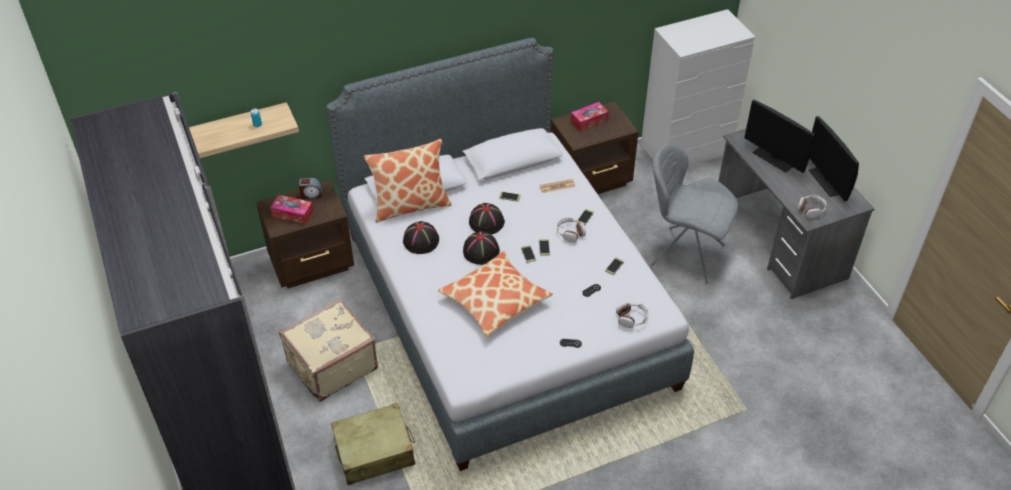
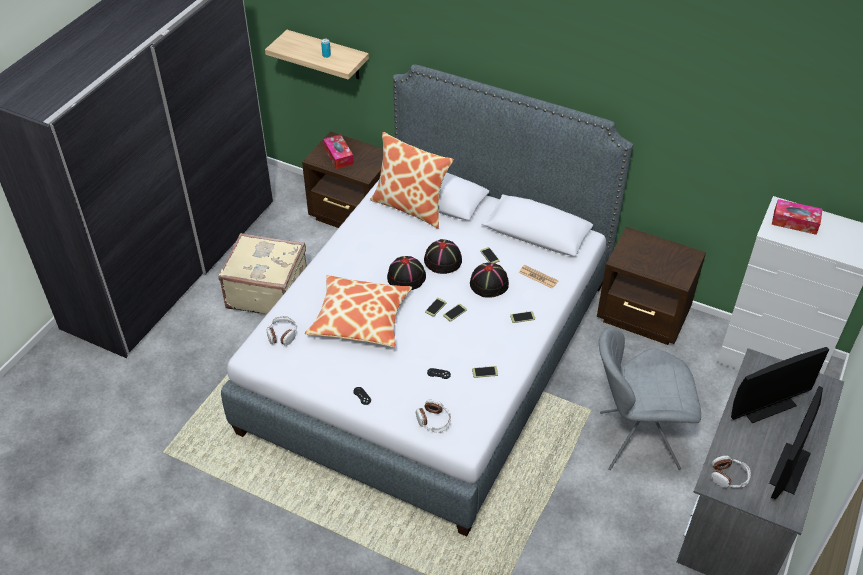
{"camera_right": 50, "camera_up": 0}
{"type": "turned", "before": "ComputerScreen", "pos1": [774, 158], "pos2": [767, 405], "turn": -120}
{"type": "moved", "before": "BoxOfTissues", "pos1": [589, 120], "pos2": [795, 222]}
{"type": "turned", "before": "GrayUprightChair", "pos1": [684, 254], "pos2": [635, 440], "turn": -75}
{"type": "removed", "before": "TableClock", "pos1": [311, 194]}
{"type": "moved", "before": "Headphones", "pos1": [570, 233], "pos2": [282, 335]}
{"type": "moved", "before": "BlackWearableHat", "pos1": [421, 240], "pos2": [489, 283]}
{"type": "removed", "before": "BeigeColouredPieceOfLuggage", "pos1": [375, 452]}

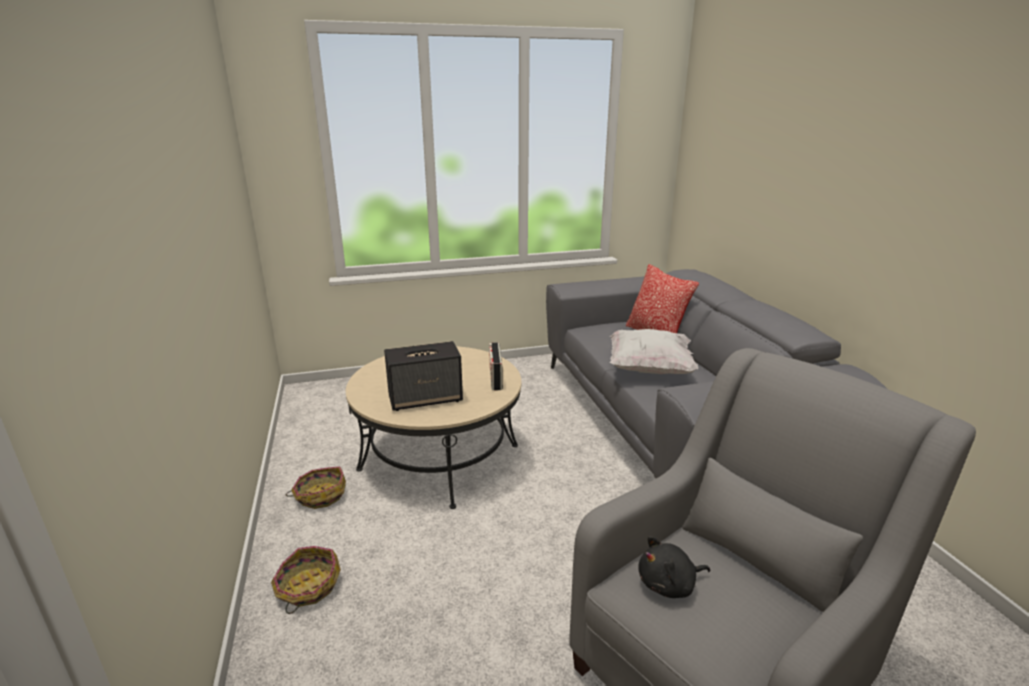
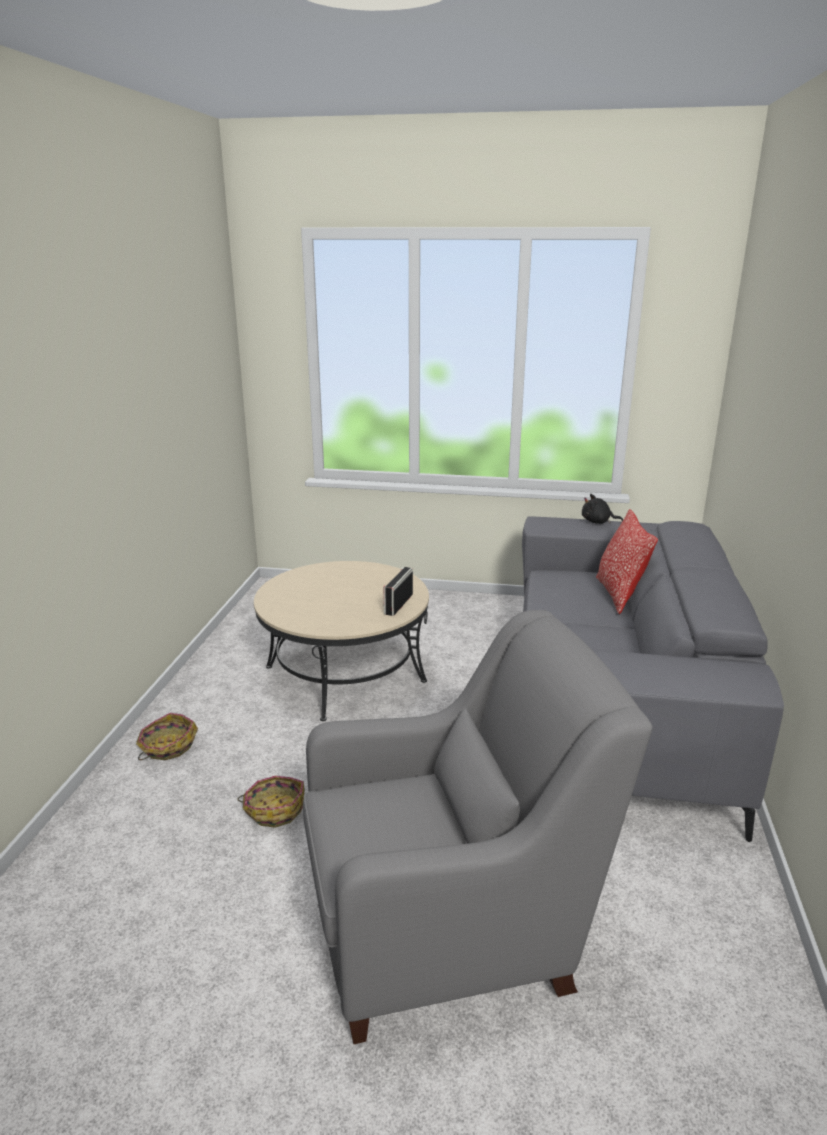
{"camera_right": 25, "camera_up": 0}
{"type": "removed", "before": "WhitishThrowPillow", "pos1": [649, 369]}
{"type": "removed", "before": "Speaker", "pos1": [426, 398]}
{"type": "moved", "before": "HouseholdBasket", "pos1": [320, 495], "pos2": [274, 809]}
{"type": "moved", "before": "BlackPlushToy", "pos1": [669, 585], "pos2": [598, 522]}

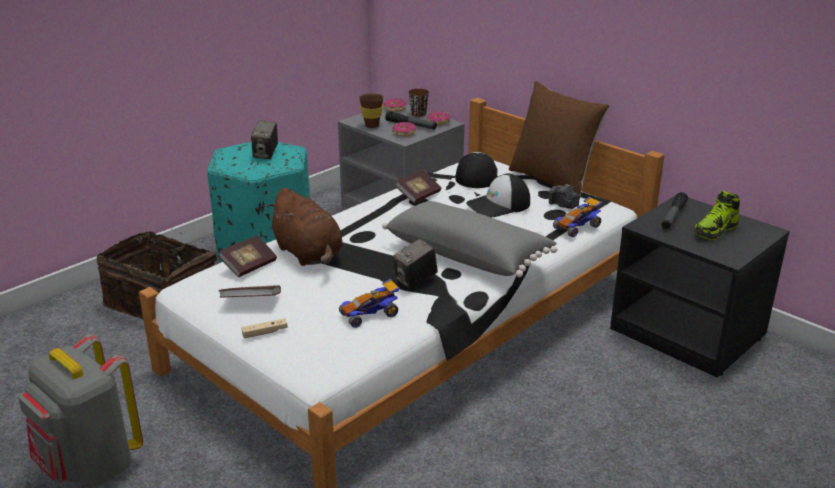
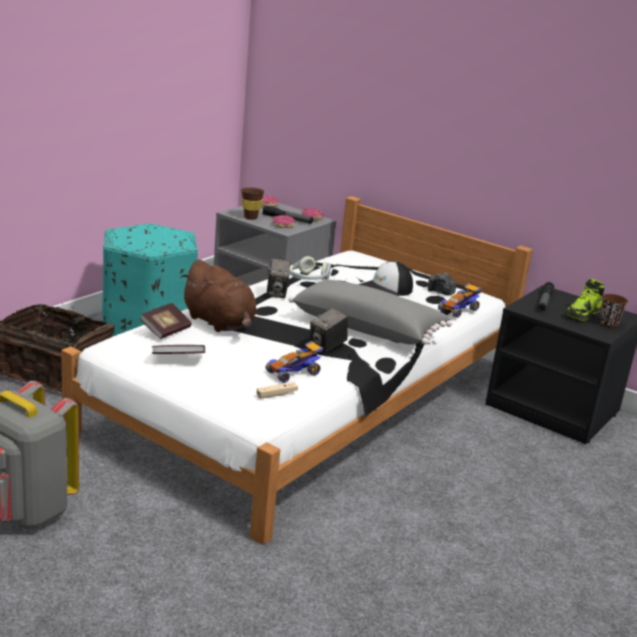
{"camera_right": -10, "camera_up": -5}
{"type": "removed", "before": "BrownColouredThrowPillow", "pos1": [553, 180]}
{"type": "moved", "before": "BrownColouredCup", "pos1": [418, 114], "pos2": [608, 324]}
{"type": "moved", "before": "StillCamera", "pos1": [266, 154], "pos2": [277, 293]}
{"type": "removed", "before": "BaseballCap", "pos1": [476, 175]}
{"type": "replaced", "before": "BoundBook", "after": "Headphones", "pos1": [418, 195], "pos2": [307, 279]}
{"type": "moved", "before": "BeigeColouredGameController", "pos1": [265, 332], "pos2": [276, 394]}

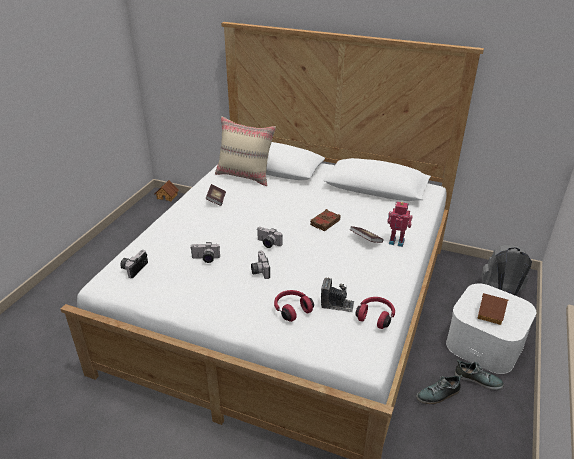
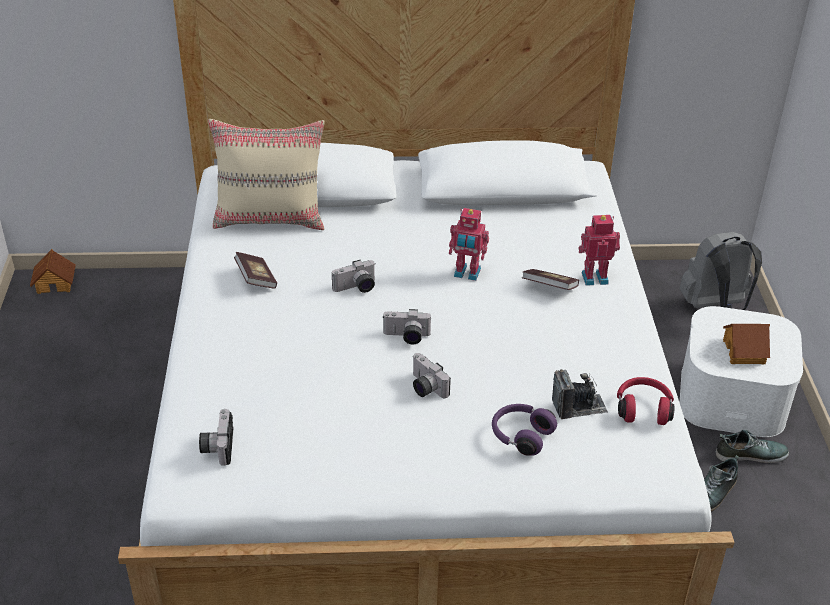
{"camera_right": -25, "camera_up": 5}
{"type": "replaced", "before": "BrownColouredBoundBook", "after": "ModelRobot", "pos1": [324, 222], "pos2": [466, 274]}
{"type": "moved", "before": "StillCamera", "pos1": [205, 259], "pos2": [356, 288]}
{"type": "recoloured", "before": "ReddishHeadphones", "after": "PurpleColouredHeadphones", "pos1": [292, 309], "pos2": [520, 436]}

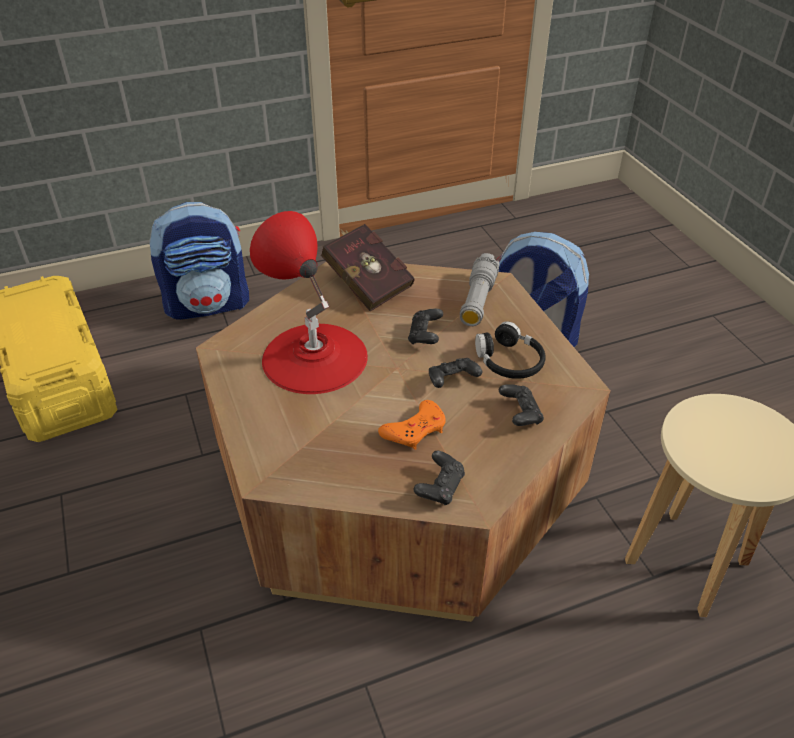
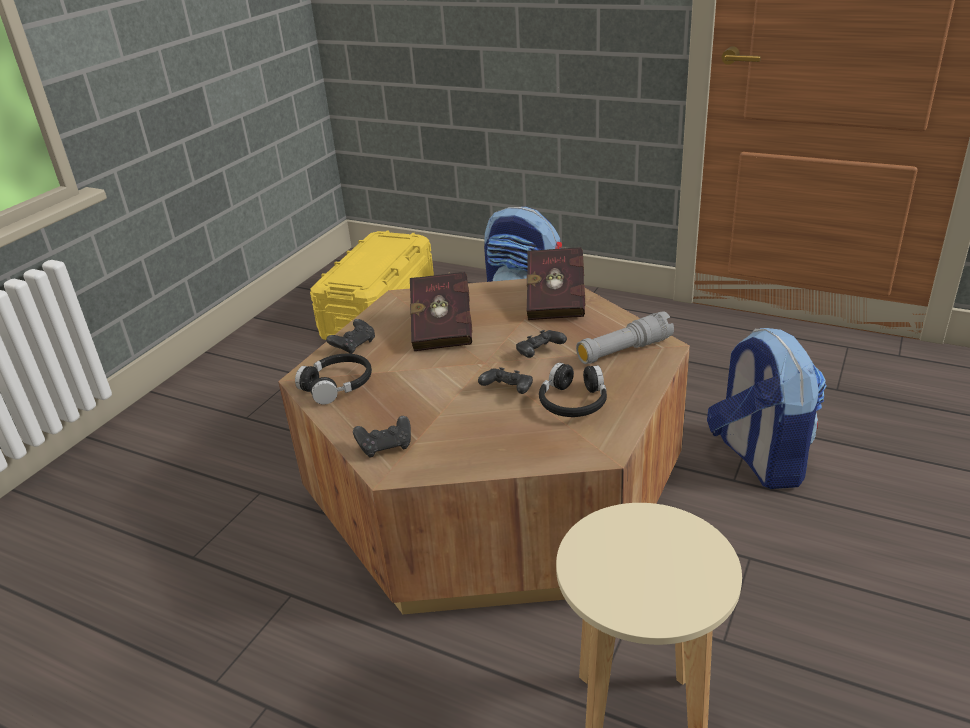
{"camera_right": 50, "camera_up": -10}
{"type": "replaced", "before": "ReddishTabletopLamp", "after": "ReddishBoundBook", "pos1": [314, 357], "pos2": [443, 329]}
{"type": "moved", "before": "BlackGameController", "pos1": [520, 414], "pos2": [354, 346]}
{"type": "removed", "before": "OrangeColouredGameController", "pos1": [415, 430]}
{"type": "added", "after": "BlackHeadphones", "pos2": [337, 385]}

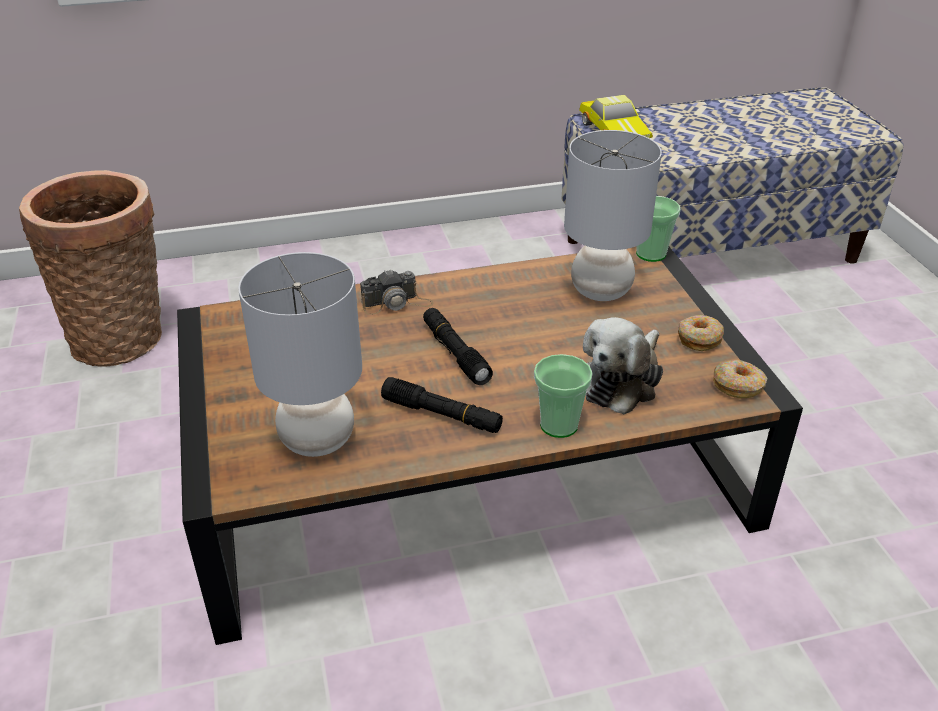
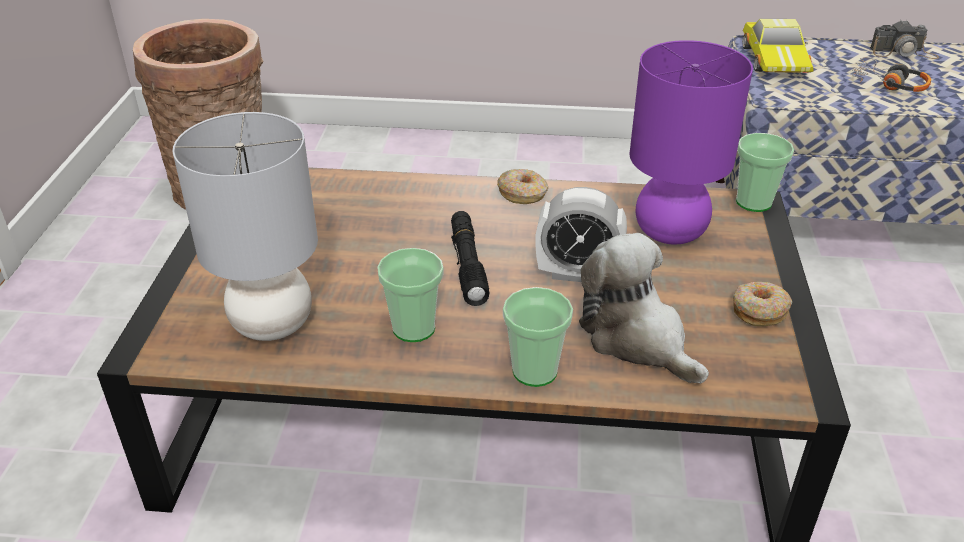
{"camera_right": 20, "camera_up": 0}
{"type": "recoloured", "before": "GrayTabletopLamp", "after": "PurpleColouredTabletopLamp", "pos1": [599, 291], "pos2": [668, 232]}
{"type": "moved", "before": "StillCamera", "pos1": [397, 303], "pos2": [903, 53]}
{"type": "turned", "before": "PlushToy", "pos1": [621, 381], "pos2": [636, 338], "turn": 90}
{"type": "moved", "before": "Donut", "pos1": [738, 385], "pos2": [523, 194]}
{"type": "replaced", "before": "BlackFlashlight", "after": "Cup", "pos1": [442, 415], "pos2": [414, 328]}
{"type": "added", "after": "Headphones", "pos2": [888, 84]}
{"type": "added", "after": "TableClock", "pos2": [578, 273]}

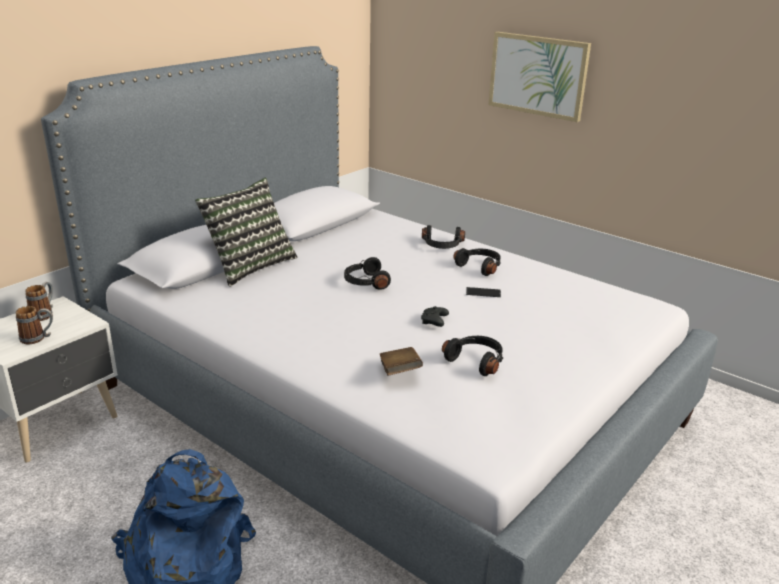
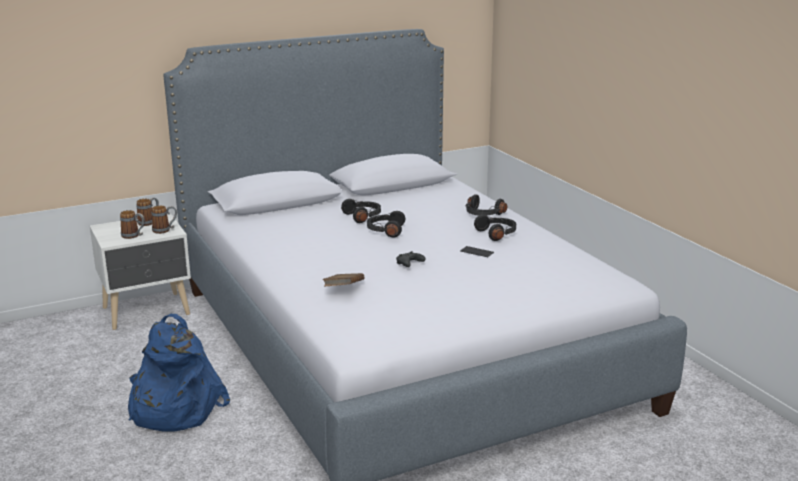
{"camera_right": 25, "camera_up": -5}
{"type": "removed", "before": "WallPicture", "pos1": [538, 75]}
{"type": "removed", "before": "ThrowPillow", "pos1": [249, 266]}
{"type": "moved", "before": "BlackHeadphones", "pos1": [476, 361], "pos2": [363, 216]}
{"type": "added", "after": "TeaMug", "pos2": [165, 230]}

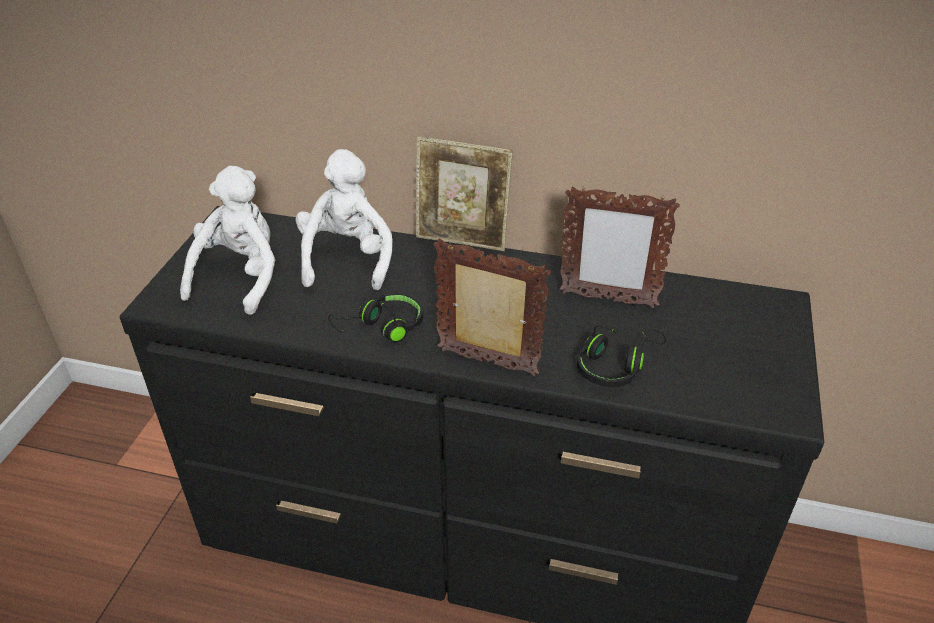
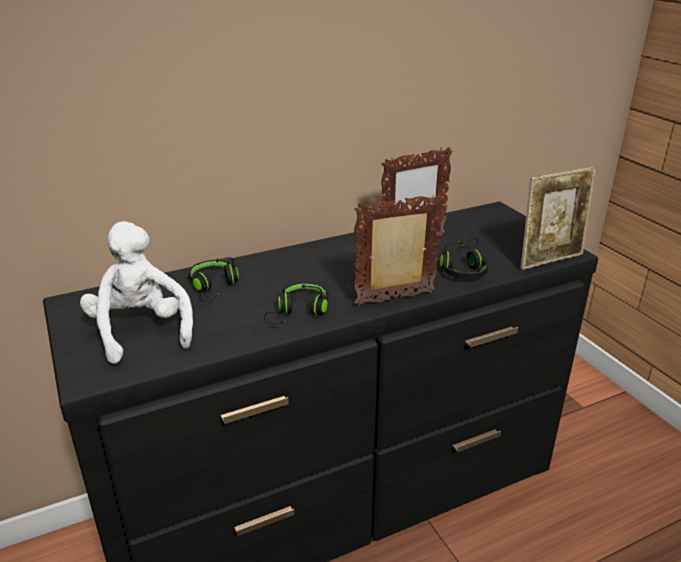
{"camera_right": -40, "camera_up": -10}
{"type": "moved", "before": "StandingFrame", "pos1": [462, 241], "pos2": [550, 260]}
{"type": "replaced", "before": "WhitishPlushToy", "after": "BlackHeadphones", "pos1": [347, 259], "pos2": [213, 287]}

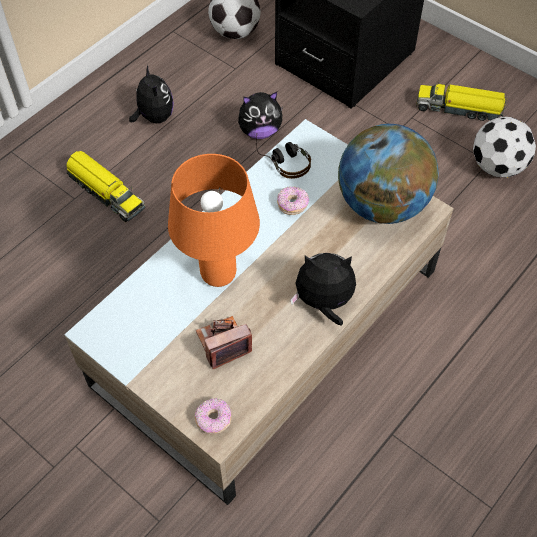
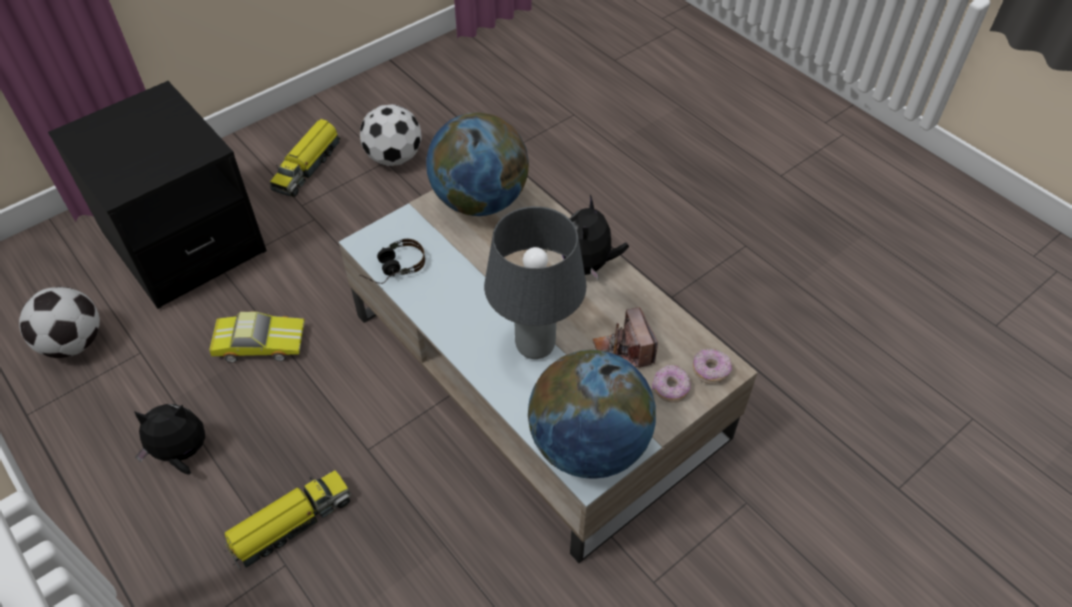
{"camera_right": -80, "camera_up": -5}
{"type": "replaced", "before": "PlushToy", "after": "ToyCar", "pos1": [260, 131], "pos2": [260, 342]}
{"type": "recoloured", "before": "OrangeColouredTabletopLamp", "after": "GrayTabletopLamp", "pos1": [218, 275], "pos2": [536, 346]}
{"type": "moved", "before": "Donut", "pos1": [292, 205], "pos2": [670, 389]}
{"type": "added", "after": "Globe", "pos2": [588, 446]}

